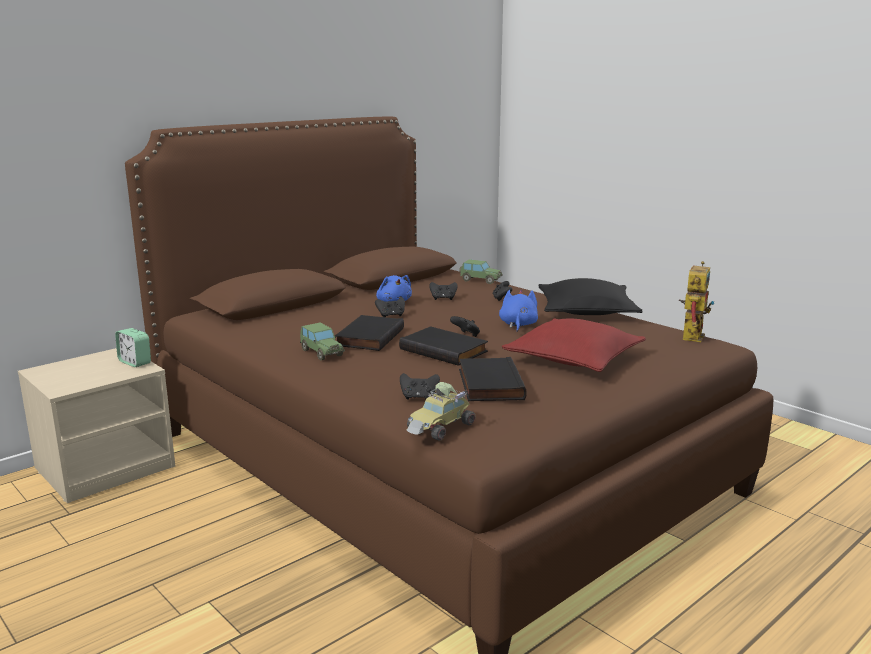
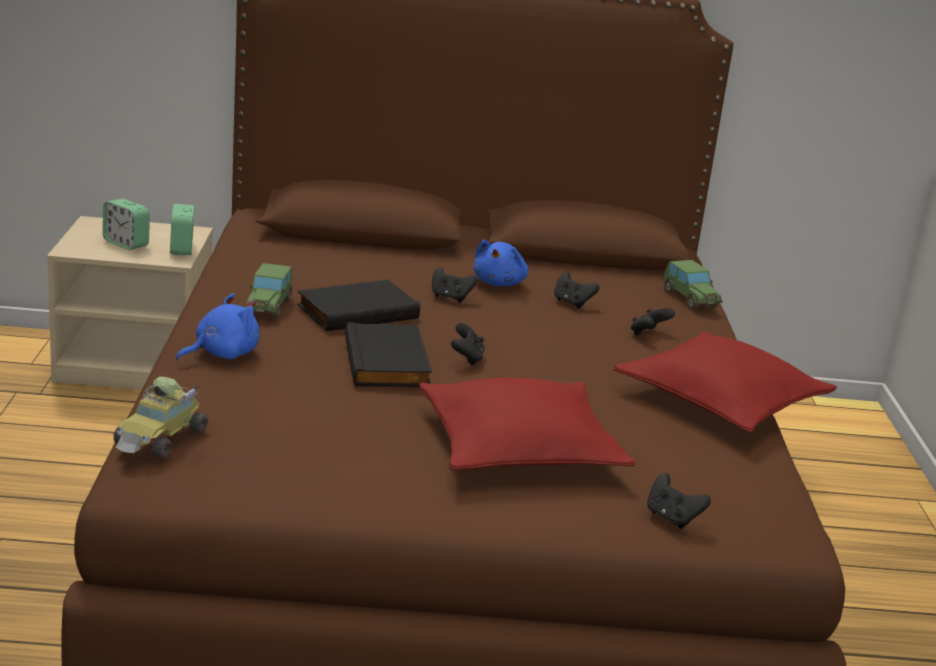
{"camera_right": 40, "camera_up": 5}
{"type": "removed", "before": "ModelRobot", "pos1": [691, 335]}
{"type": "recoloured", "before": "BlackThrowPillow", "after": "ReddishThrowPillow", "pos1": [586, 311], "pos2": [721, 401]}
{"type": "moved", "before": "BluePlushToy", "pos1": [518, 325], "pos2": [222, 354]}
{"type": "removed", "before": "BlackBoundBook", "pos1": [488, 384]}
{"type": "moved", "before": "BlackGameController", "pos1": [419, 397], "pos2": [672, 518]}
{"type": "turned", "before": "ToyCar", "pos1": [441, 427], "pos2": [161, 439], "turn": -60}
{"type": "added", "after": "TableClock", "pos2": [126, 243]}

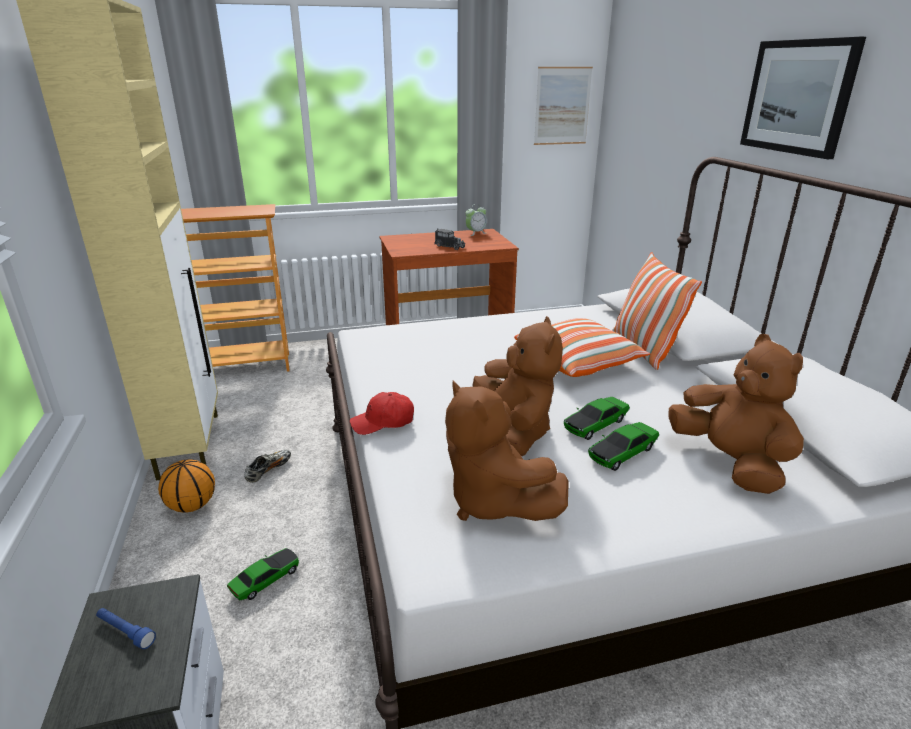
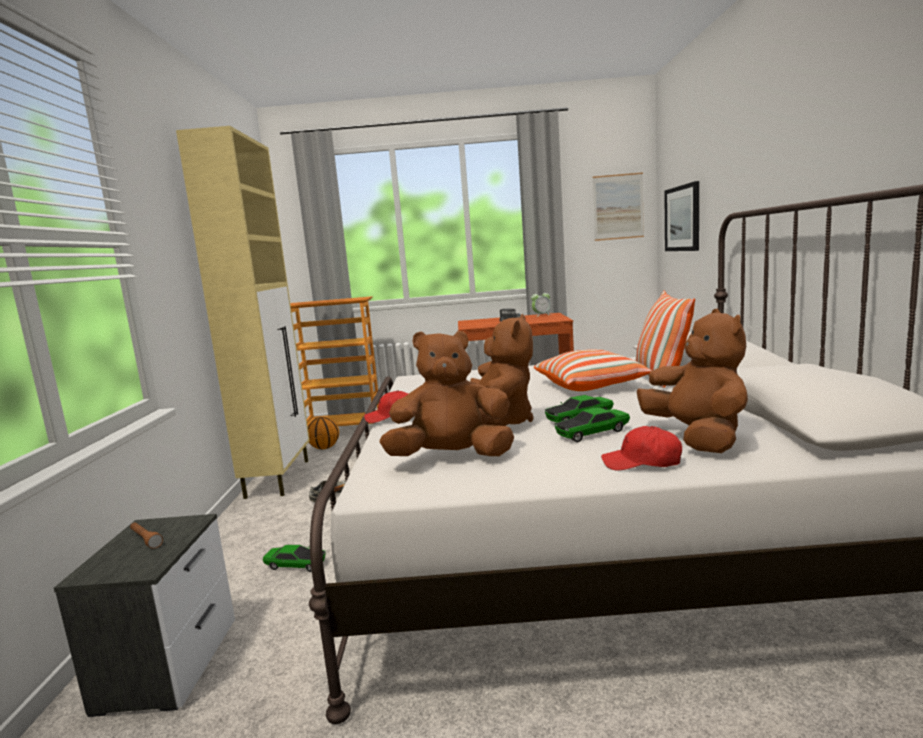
{"camera_right": 15, "camera_up": -15}
{"type": "moved", "before": "WallPicture", "pos1": [798, 97], "pos2": [682, 218]}
{"type": "turned", "before": "BrownColouredPlushToy", "pos1": [493, 502], "pos2": [451, 457], "turn": 105}
{"type": "moved", "before": "BasketballBall", "pos1": [192, 505], "pos2": [324, 448]}
{"type": "turned", "before": "ToyCar", "pos1": [265, 580], "pos2": [296, 565], "turn": 45}
{"type": "recoloured", "before": "BlueFlashlight", "after": "BrownColouredFlashlight", "pos1": [125, 632], "pos2": [145, 540]}
{"type": "added", "after": "ReddishBaseballCap", "pos2": [642, 462]}

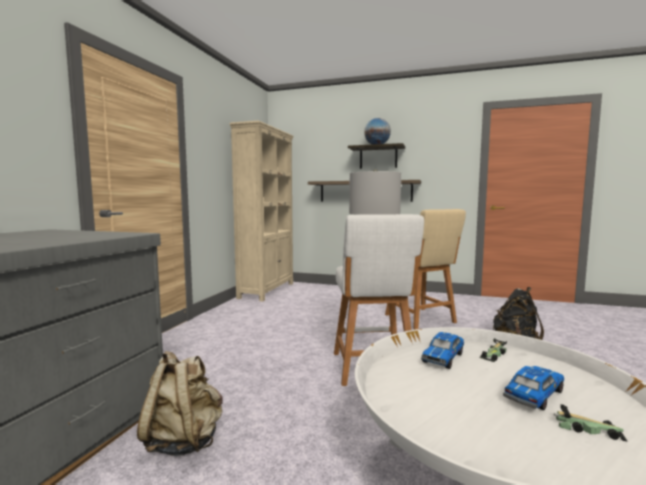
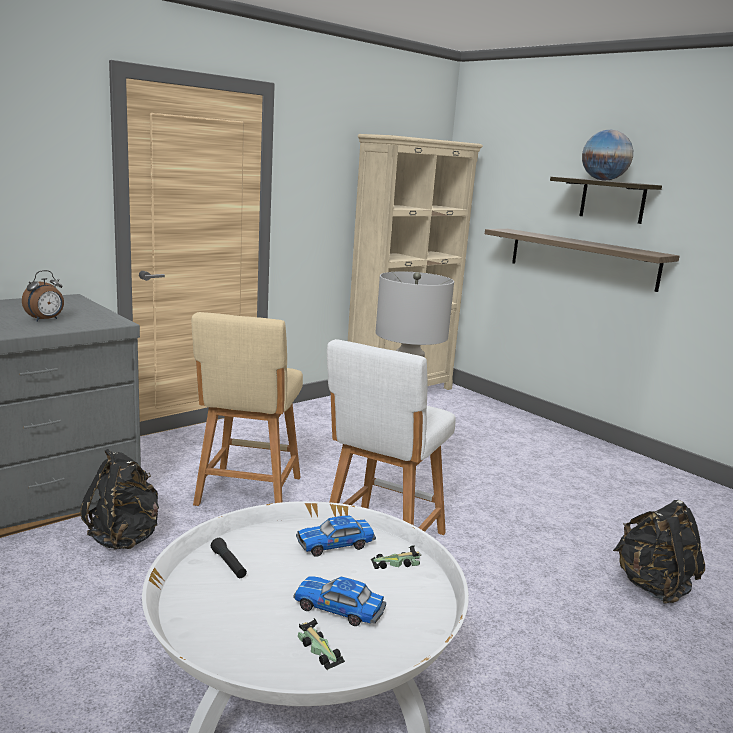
{"camera_right": 30, "camera_up": 10}
{"type": "moved", "before": "BeigeColouredStool", "pos1": [422, 319], "pos2": [247, 493]}
{"type": "recoloured", "before": "BeigeColouredRucksack", "after": "BlackRucksack", "pos1": [184, 440], "pos2": [125, 538]}
{"type": "turned", "before": "ToyCar", "pos1": [534, 395], "pos2": [339, 609], "turn": -150}
{"type": "added", "after": "TableClock", "pos2": [46, 320]}
{"type": "added", "after": "BlackFlashlight", "pos2": [228, 564]}

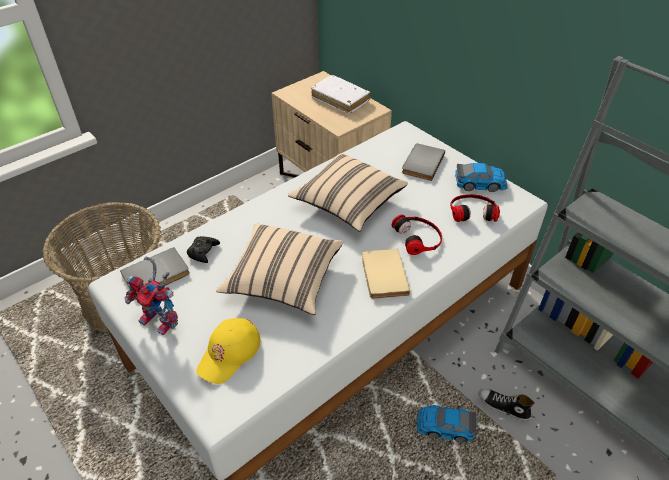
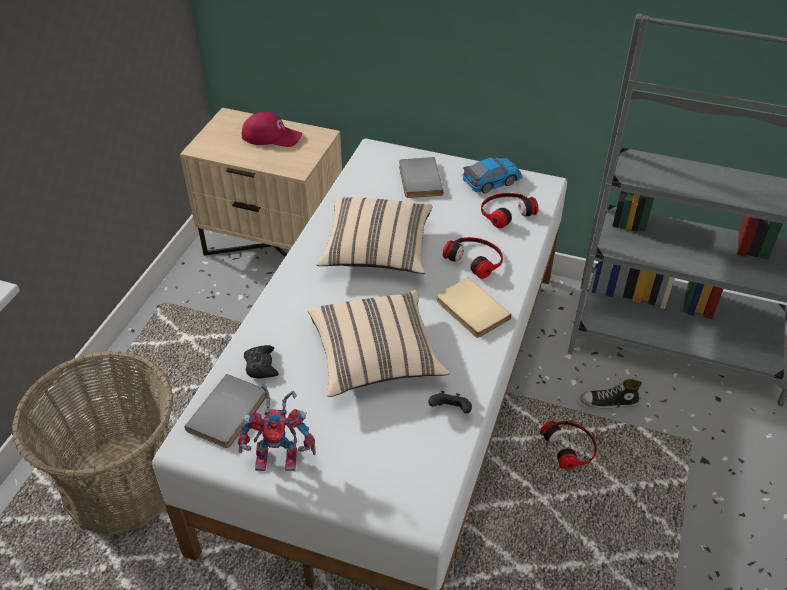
{"camera_right": -30, "camera_up": 0}
{"type": "replaced", "before": "WhitishBoundBook", "after": "ReddishBaseballCap", "pos1": [340, 99], "pos2": [272, 136]}
{"type": "removed", "before": "YellowishBaseballCap", "pos1": [229, 353]}
{"type": "replaced", "before": "ToyCar", "after": "Headphones", "pos1": [444, 426], "pos2": [570, 446]}
{"type": "added", "after": "BlackGameController", "pos2": [450, 410]}

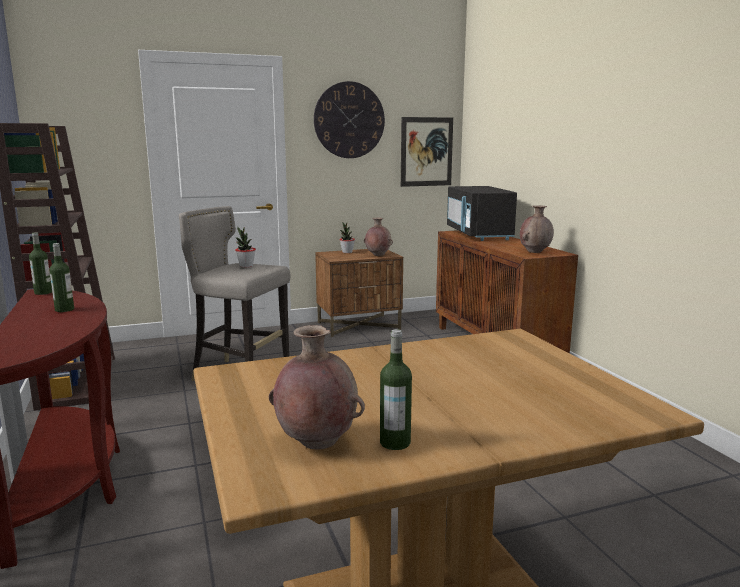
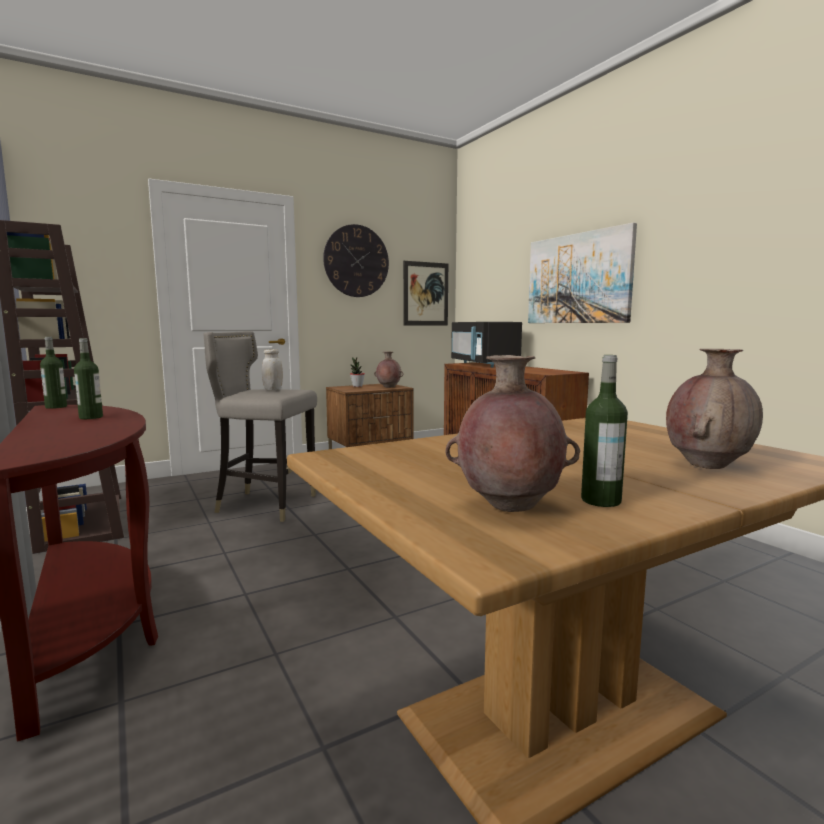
{"camera_right": -10, "camera_up": -5}
{"type": "moved", "before": "BrownColouredVase", "pos1": [535, 252], "pos2": [707, 466]}
{"type": "replaced", "before": "Houseplant", "after": "WhitishStorageJar", "pos1": [246, 266], "pos2": [273, 389]}
{"type": "added", "after": "WallPicture", "pos2": [578, 279]}

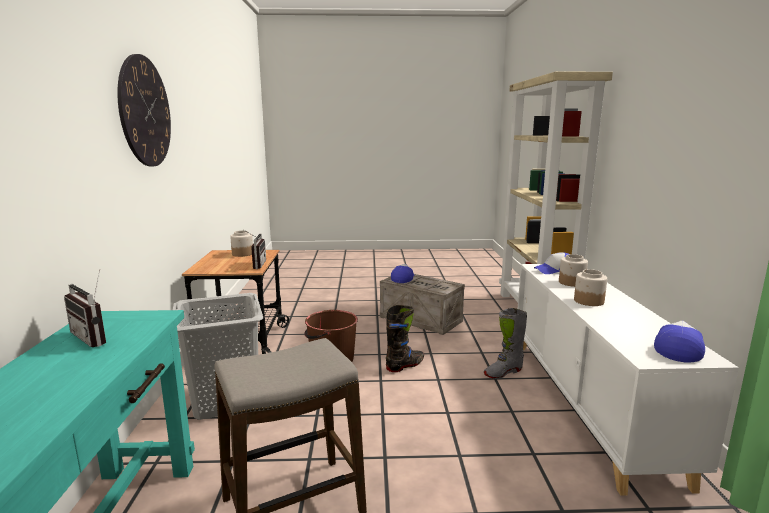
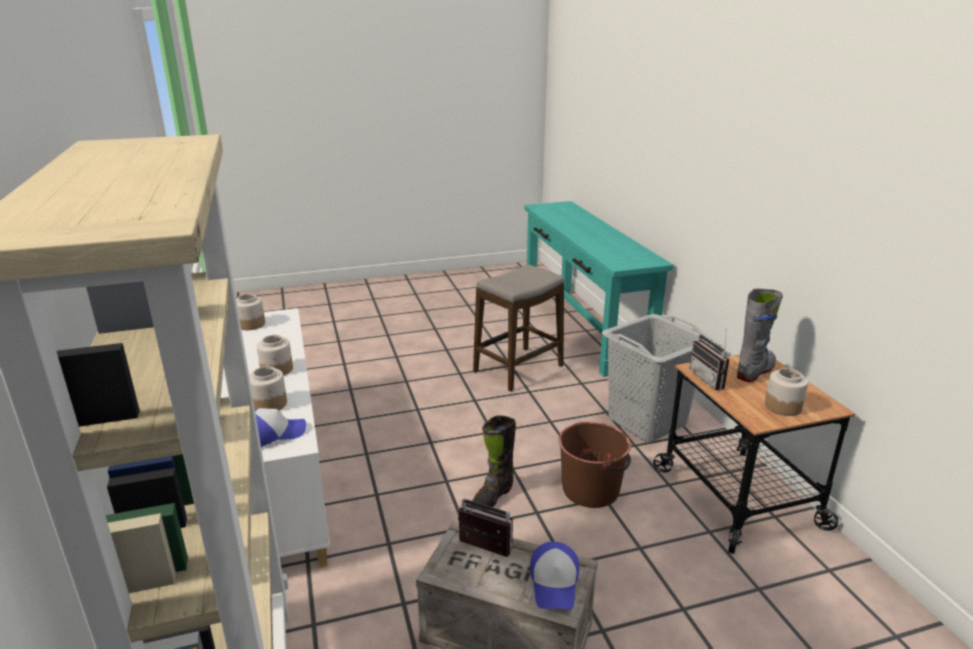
{"camera_right": 165, "camera_up": 10}
{"type": "removed", "before": "ClockOnTheWall", "pos1": [145, 112]}
{"type": "moved", "before": "Radio", "pos1": [96, 337], "pos2": [482, 550]}
{"type": "moved", "before": "GrayTallBoot", "pos1": [503, 372], "pos2": [755, 371]}
{"type": "replaced", "before": "BaseballCap", "after": "StorageJar", "pos1": [677, 348], "pos2": [251, 324]}

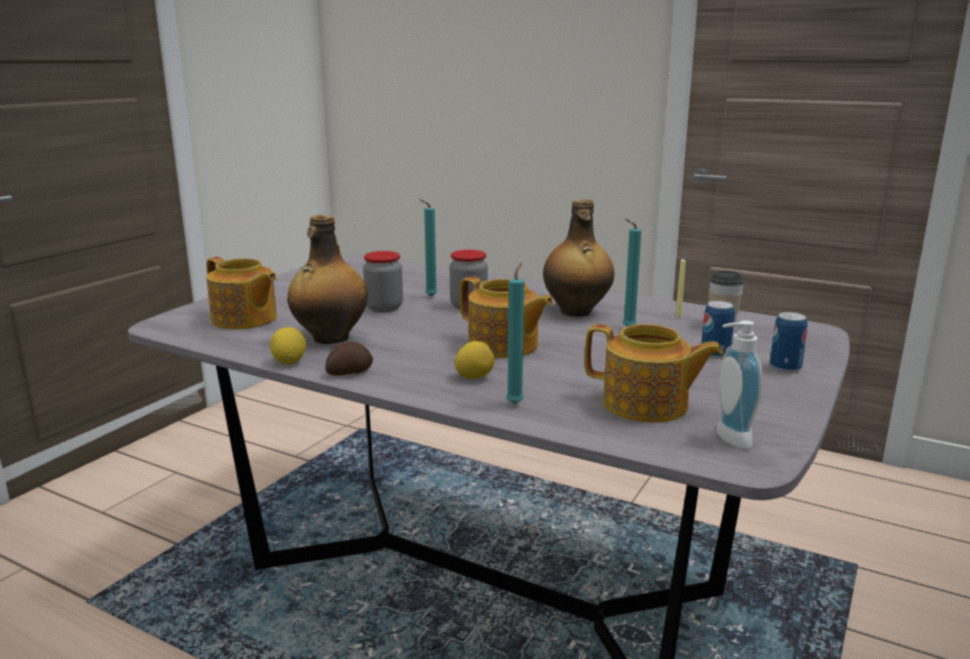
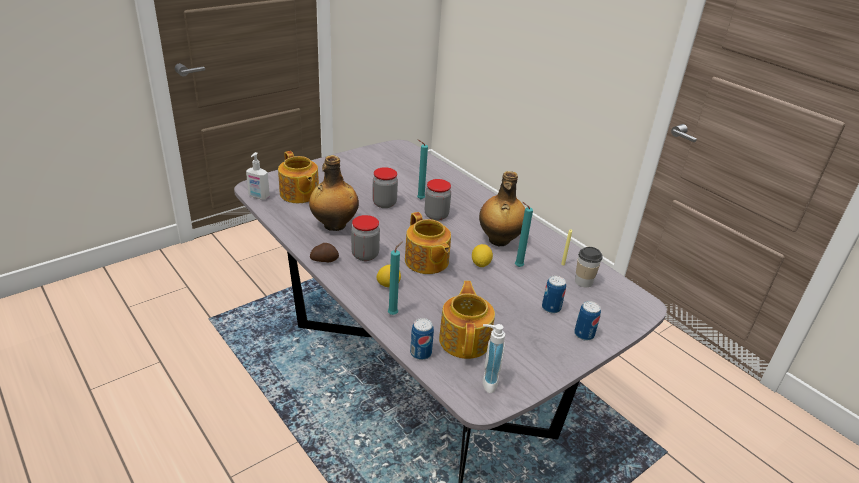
{"camera_right": 20, "camera_up": 15}
{"type": "turned", "before": "Teapot", "pos1": [647, 405], "pos2": [465, 339], "turn": -135}
{"type": "moved", "before": "Lemon", "pos1": [289, 362], "pos2": [480, 264]}
{"type": "added", "after": "LiquidSoapBottle", "pos2": [258, 197]}
{"type": "added", "after": "StorageJar", "pos2": [365, 255]}
{"type": "added", "after": "MetalCan", "pos2": [420, 353]}

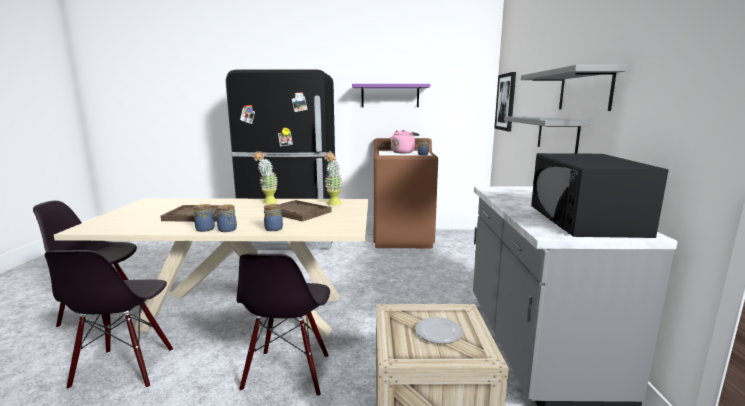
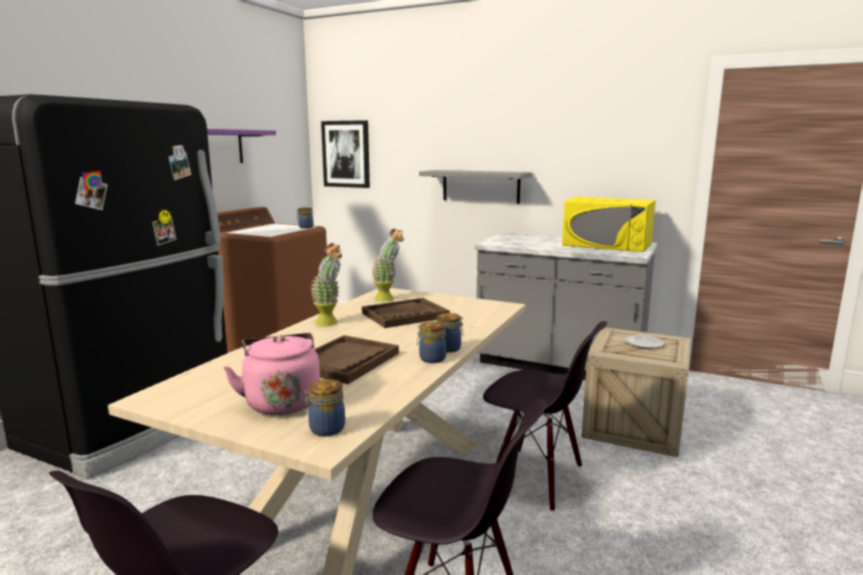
{"camera_right": -65, "camera_up": 0}
{"type": "removed", "before": "GrayBracketShelf", "pos1": [584, 90]}
{"type": "moved", "before": "PinkishKettle", "pos1": [403, 152], "pos2": [281, 401]}
{"type": "recoloured", "before": "BlackMicrowaveOven", "after": "YellowishMicrowaveOven", "pos1": [585, 220], "pos2": [607, 244]}
{"type": "moved", "before": "StorageJar", "pos1": [273, 228], "pos2": [325, 429]}

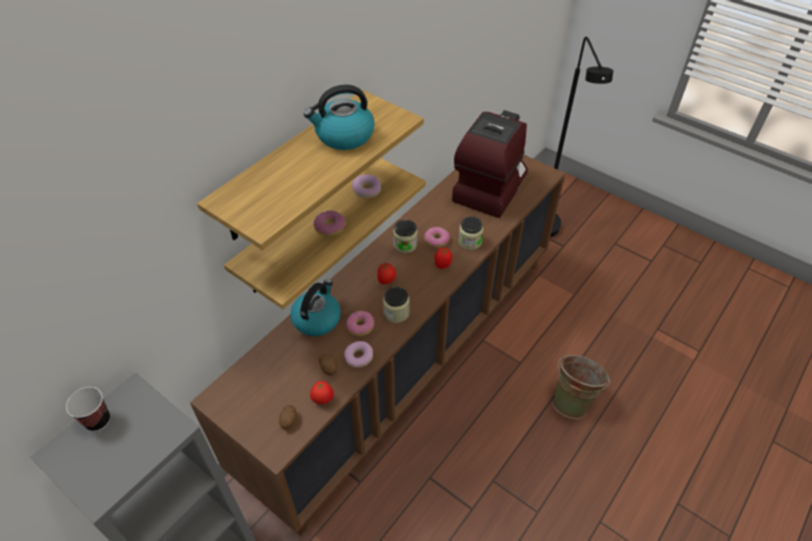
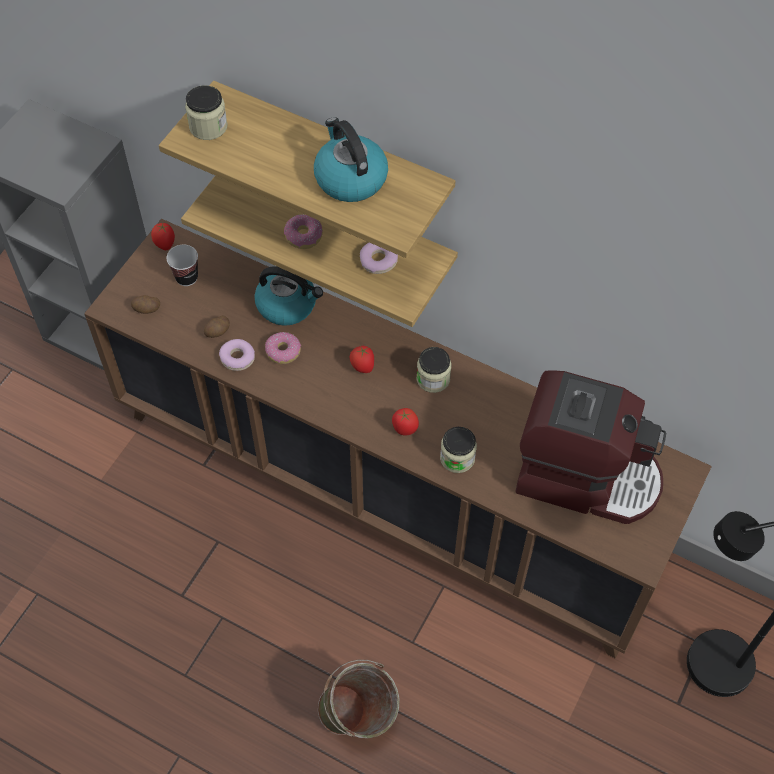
{"camera_right": 80, "camera_up": 10}
{"type": "removed", "before": "Donut", "pos1": [436, 240]}
{"type": "moved", "before": "StorageJar", "pos1": [396, 313], "pos2": [208, 126]}
{"type": "moved", "before": "Tomato", "pos1": [322, 399], "pos2": [165, 244]}
{"type": "moved", "before": "Cup", "pos1": [98, 420], "pos2": [186, 277]}

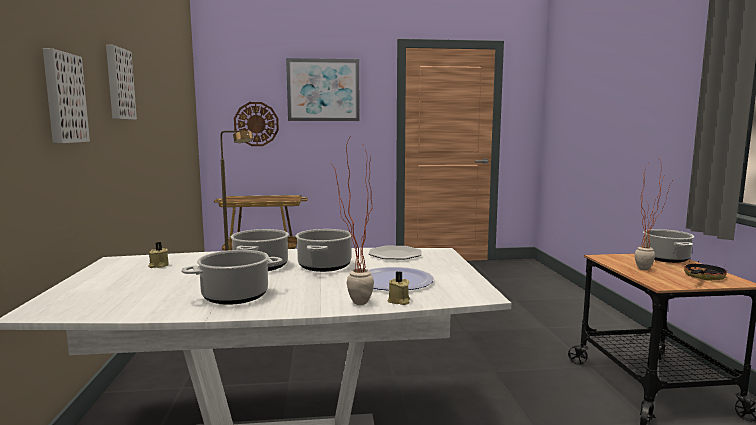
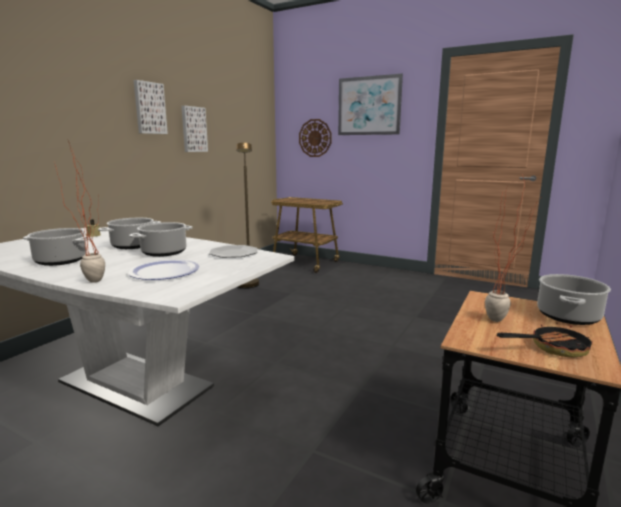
{"camera_right": 35, "camera_up": 5}
{"type": "moved", "before": "WallPicture", "pos1": [63, 98], "pos2": [193, 129]}
{"type": "removed", "before": "BeigeColouredWaxCandle", "pos1": [399, 301]}

